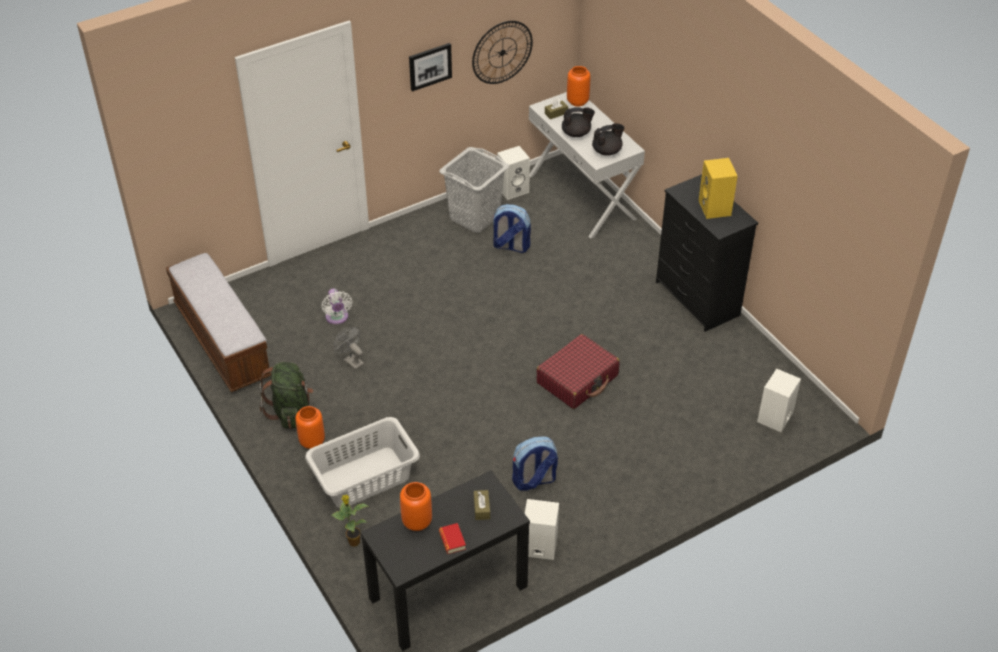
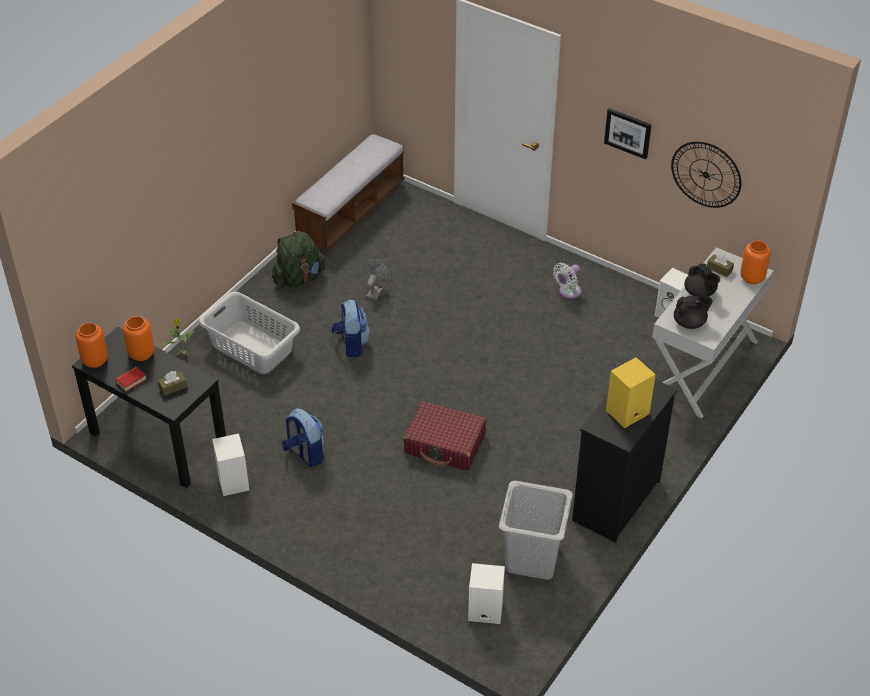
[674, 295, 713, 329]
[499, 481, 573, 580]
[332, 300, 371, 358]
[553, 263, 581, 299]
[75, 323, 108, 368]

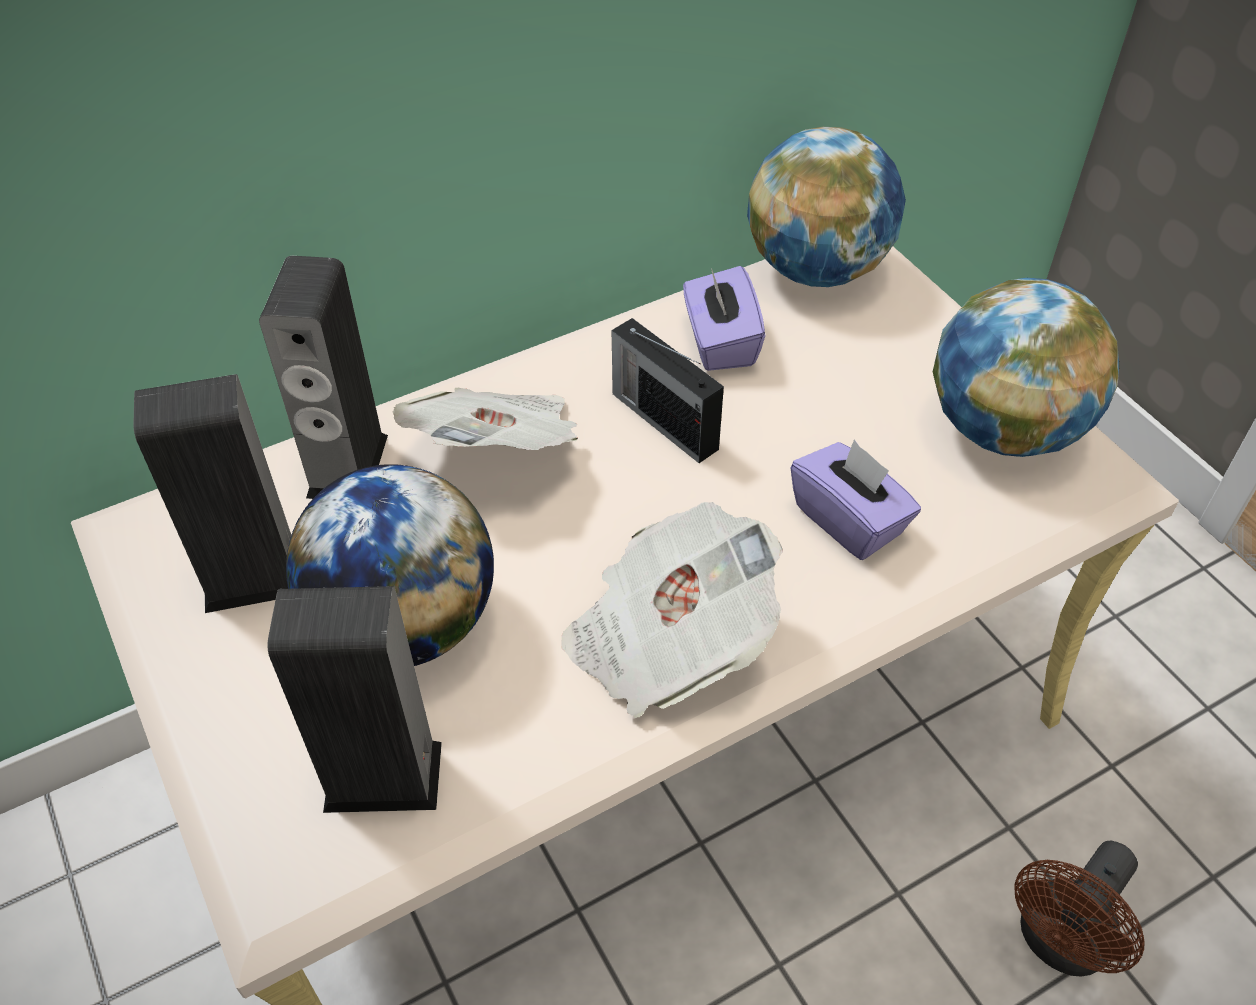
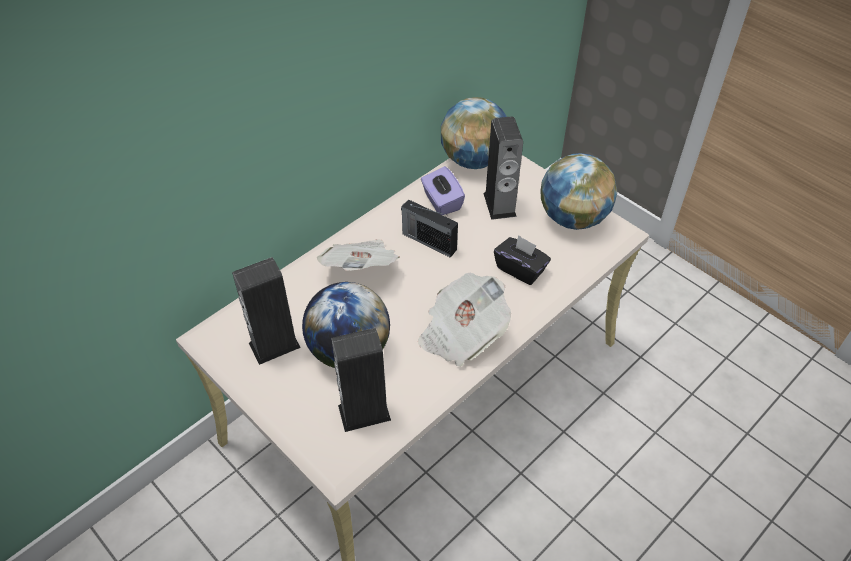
[483, 116, 523, 220]
[494, 235, 551, 285]
[1014, 841, 1145, 977] (first image)

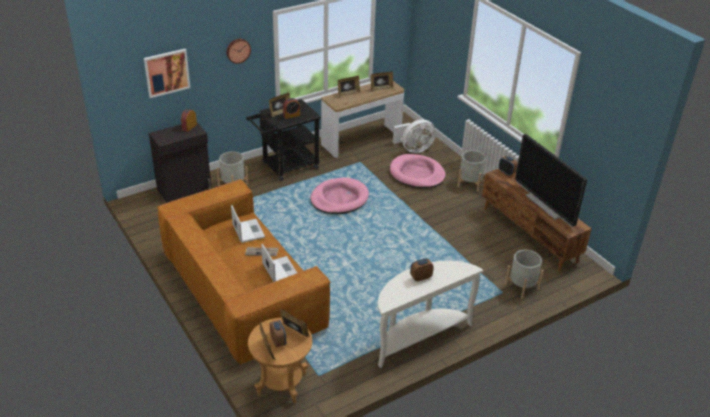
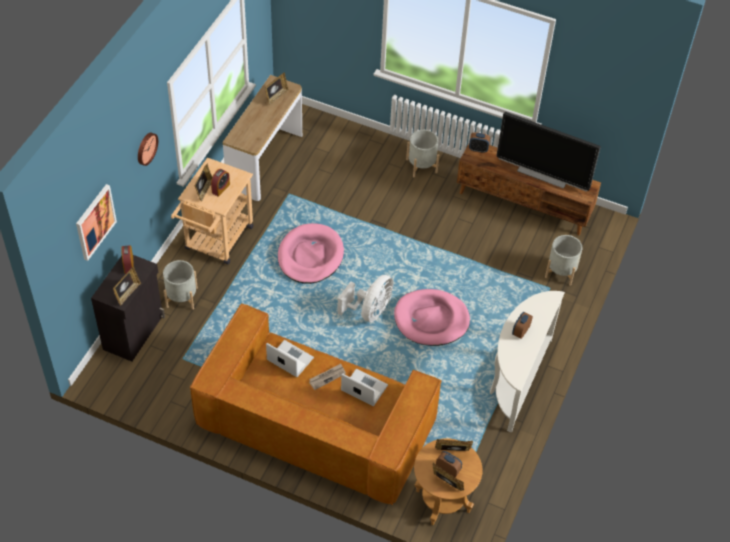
[113, 267, 141, 306]
[171, 157, 253, 265]
[337, 275, 394, 322]
[394, 289, 470, 346]

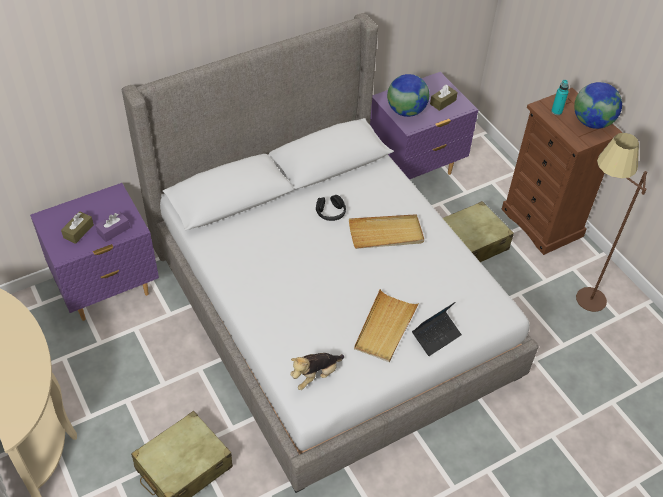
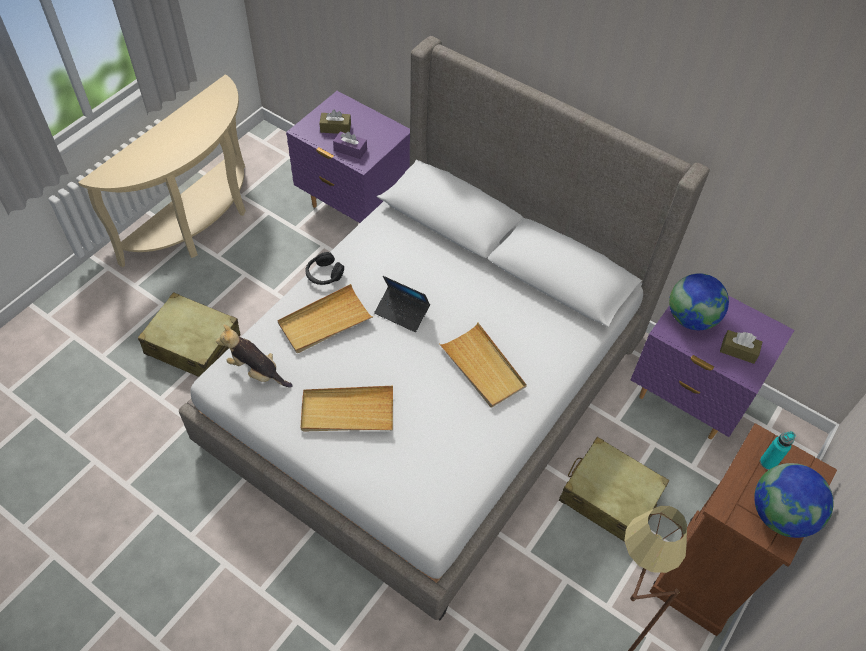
[305, 252, 344, 285]
[374, 276, 430, 332]
[277, 284, 374, 353]

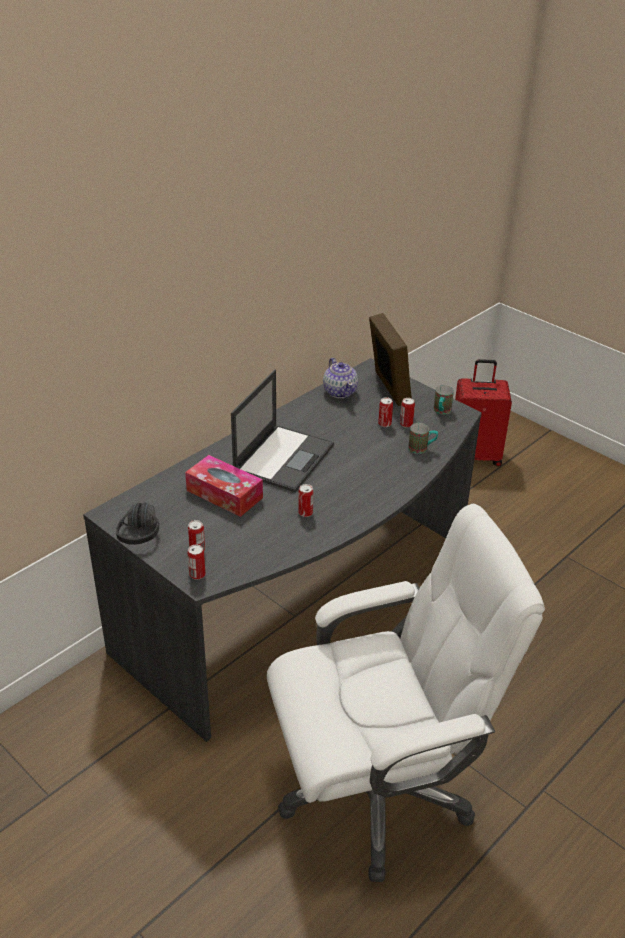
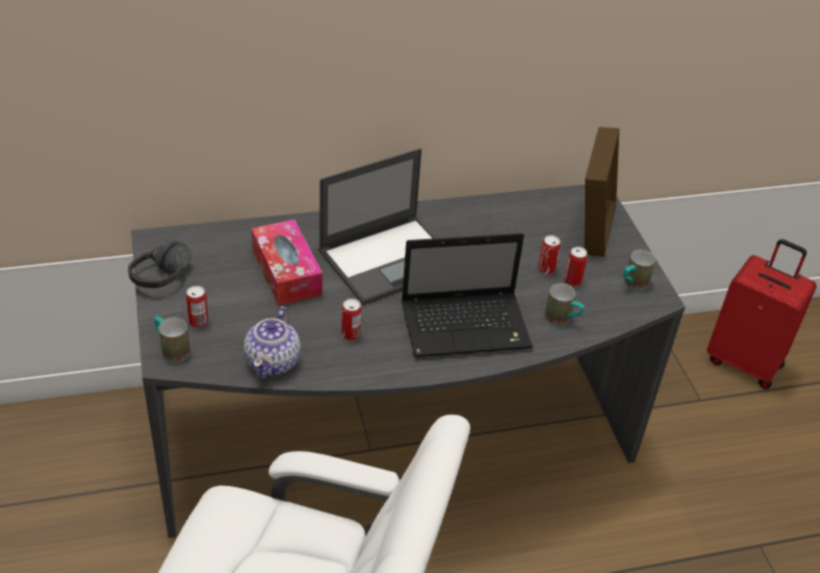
[244, 306, 301, 378]
[154, 316, 190, 362]
[401, 233, 533, 357]

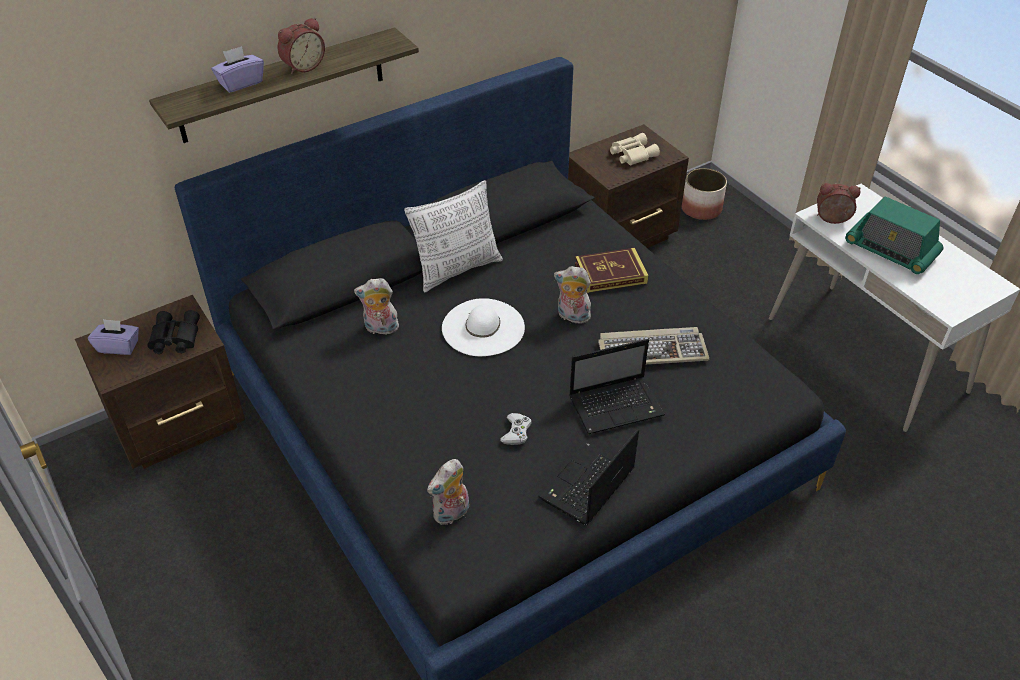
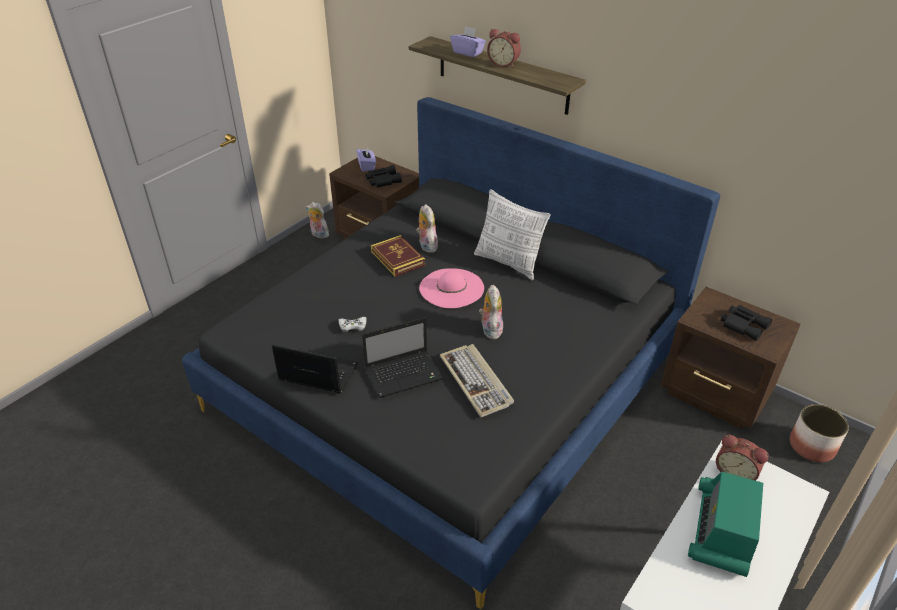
[721, 305, 772, 341]
[716, 435, 769, 481]
[371, 235, 425, 277]
[419, 268, 484, 308]
[362, 317, 443, 398]
[306, 202, 329, 238]

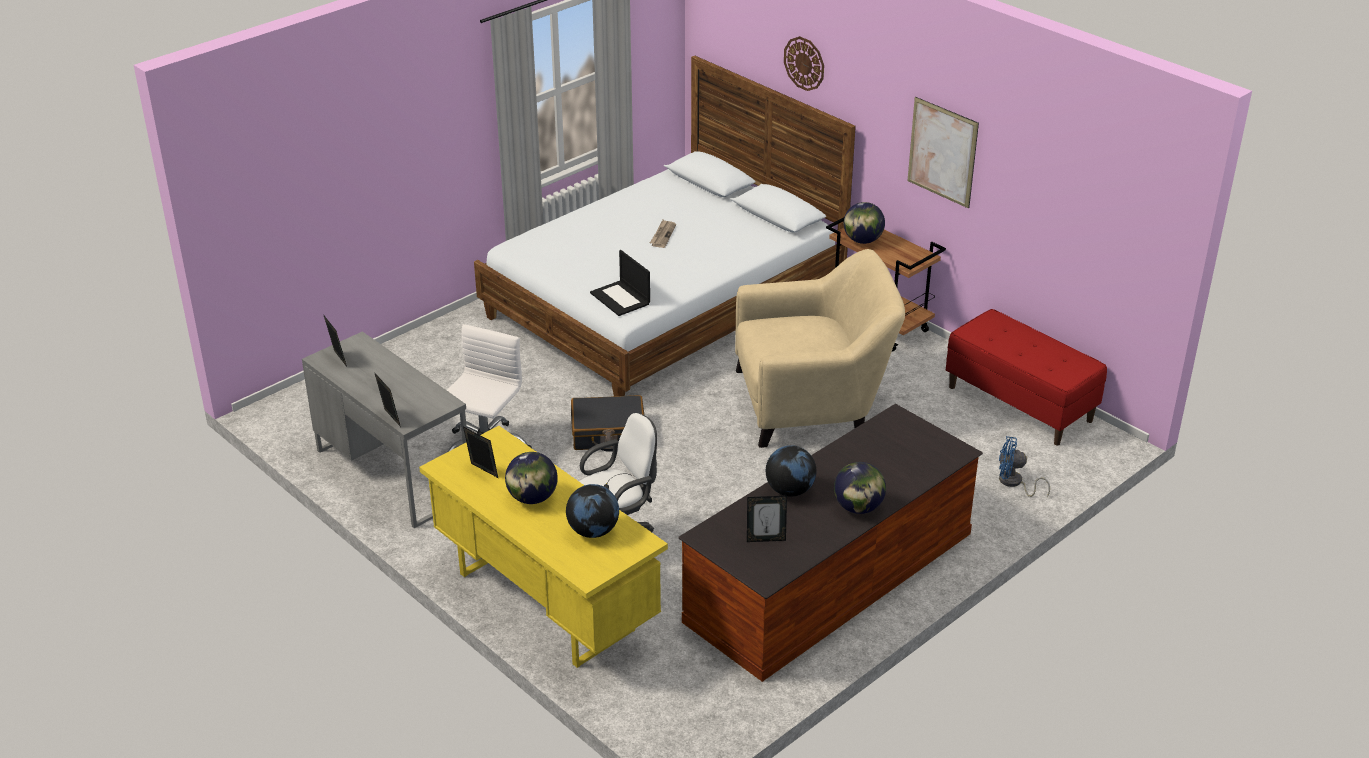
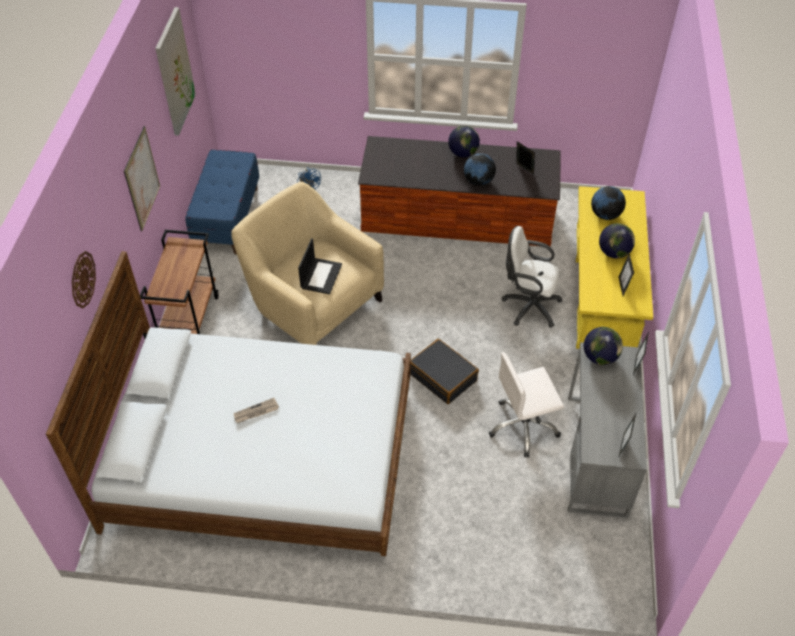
[584, 327, 623, 365]
[298, 238, 342, 294]
[185, 150, 259, 254]
[155, 7, 196, 136]

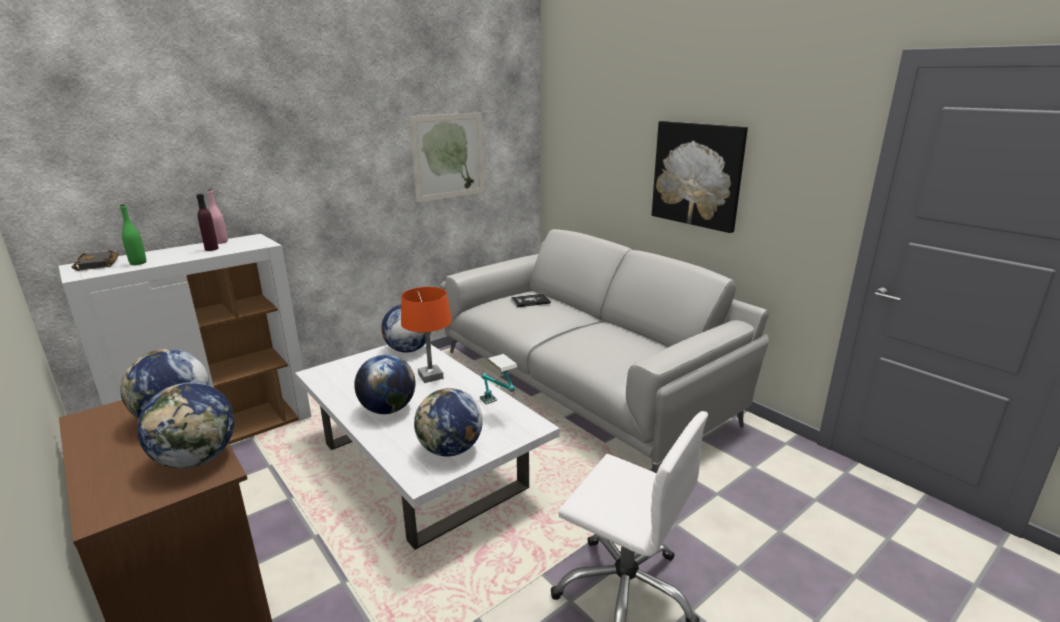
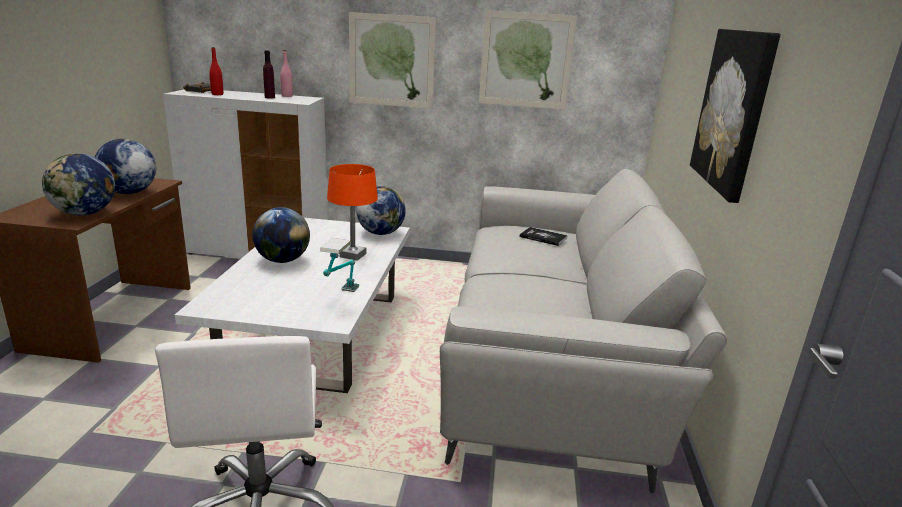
[209, 47, 223, 95]
[414, 388, 483, 457] (first image)
[349, 12, 437, 109]

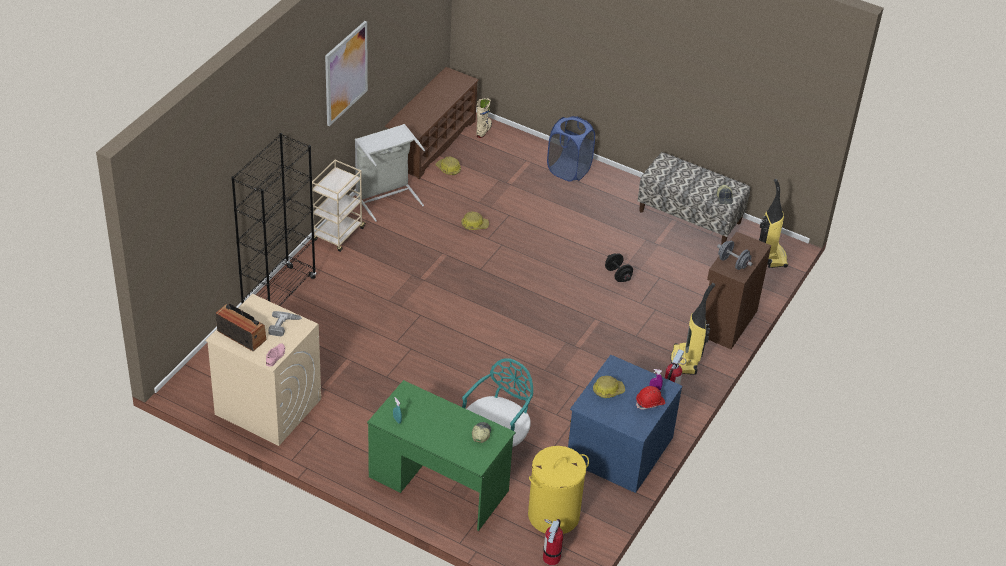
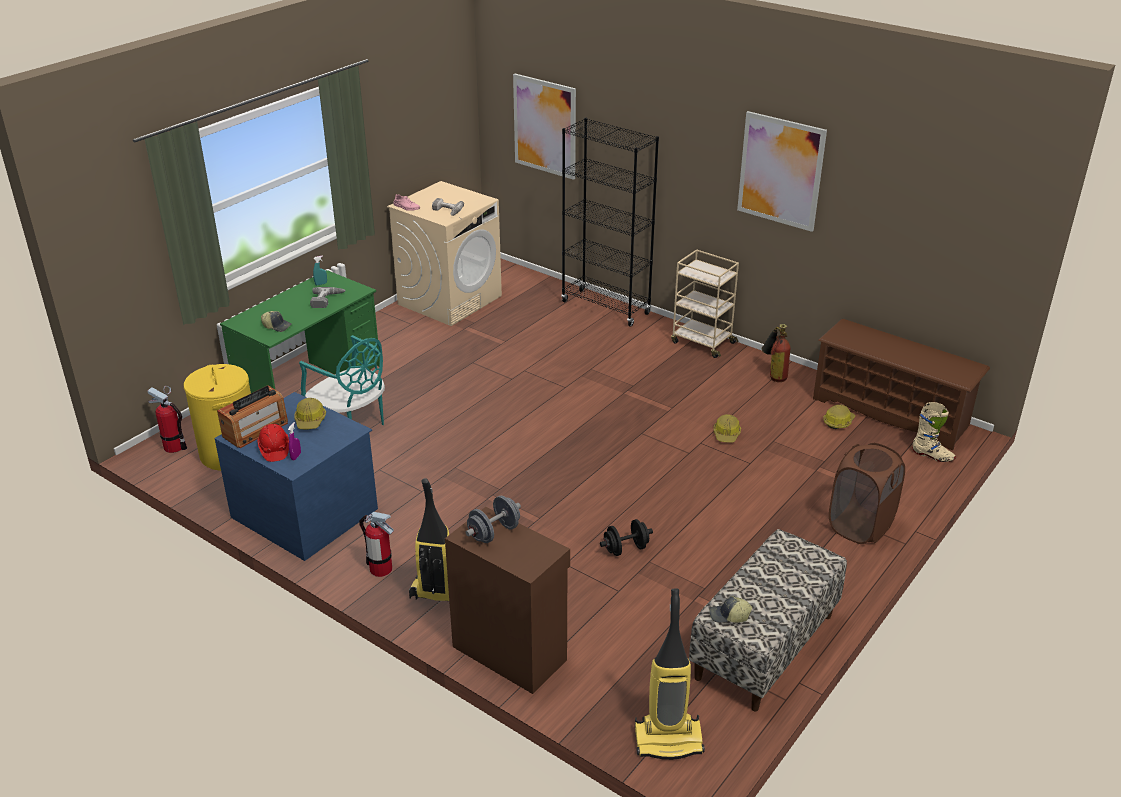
[829, 443, 905, 544]
[762, 324, 791, 382]
[217, 386, 288, 448]
[513, 74, 576, 180]
[310, 287, 345, 308]

